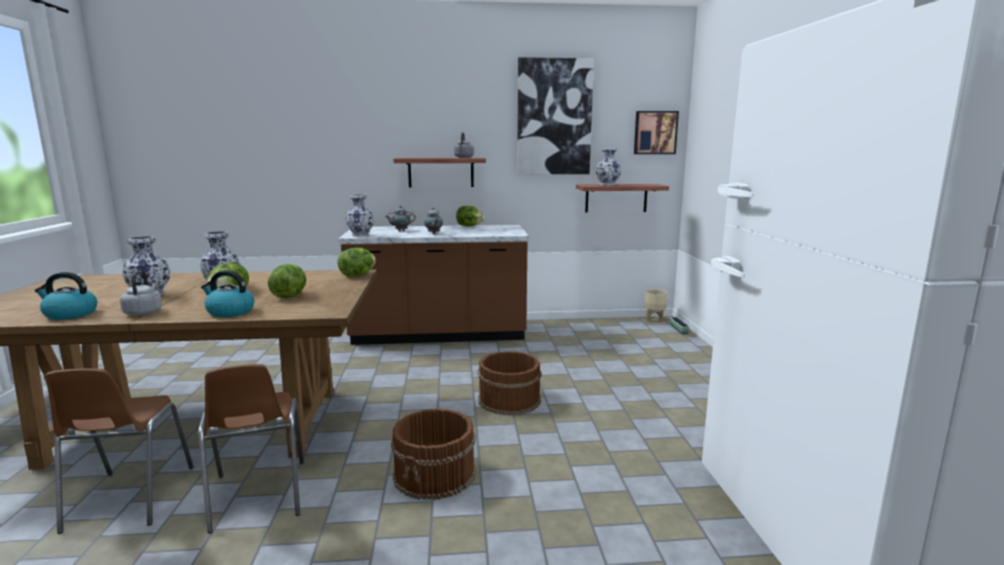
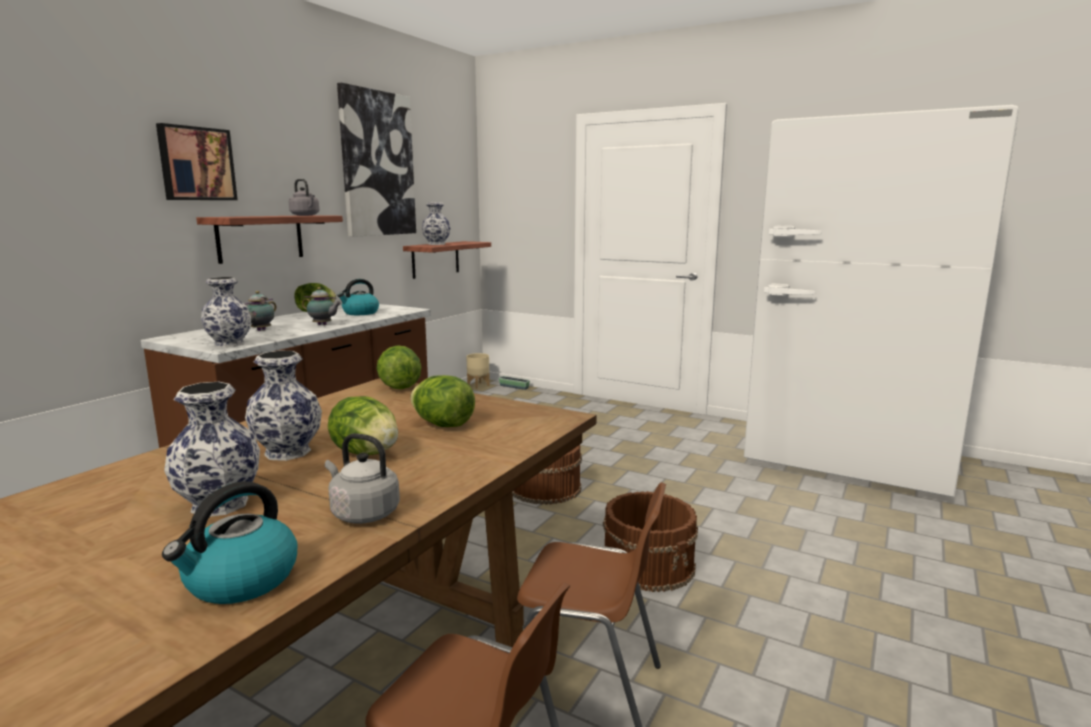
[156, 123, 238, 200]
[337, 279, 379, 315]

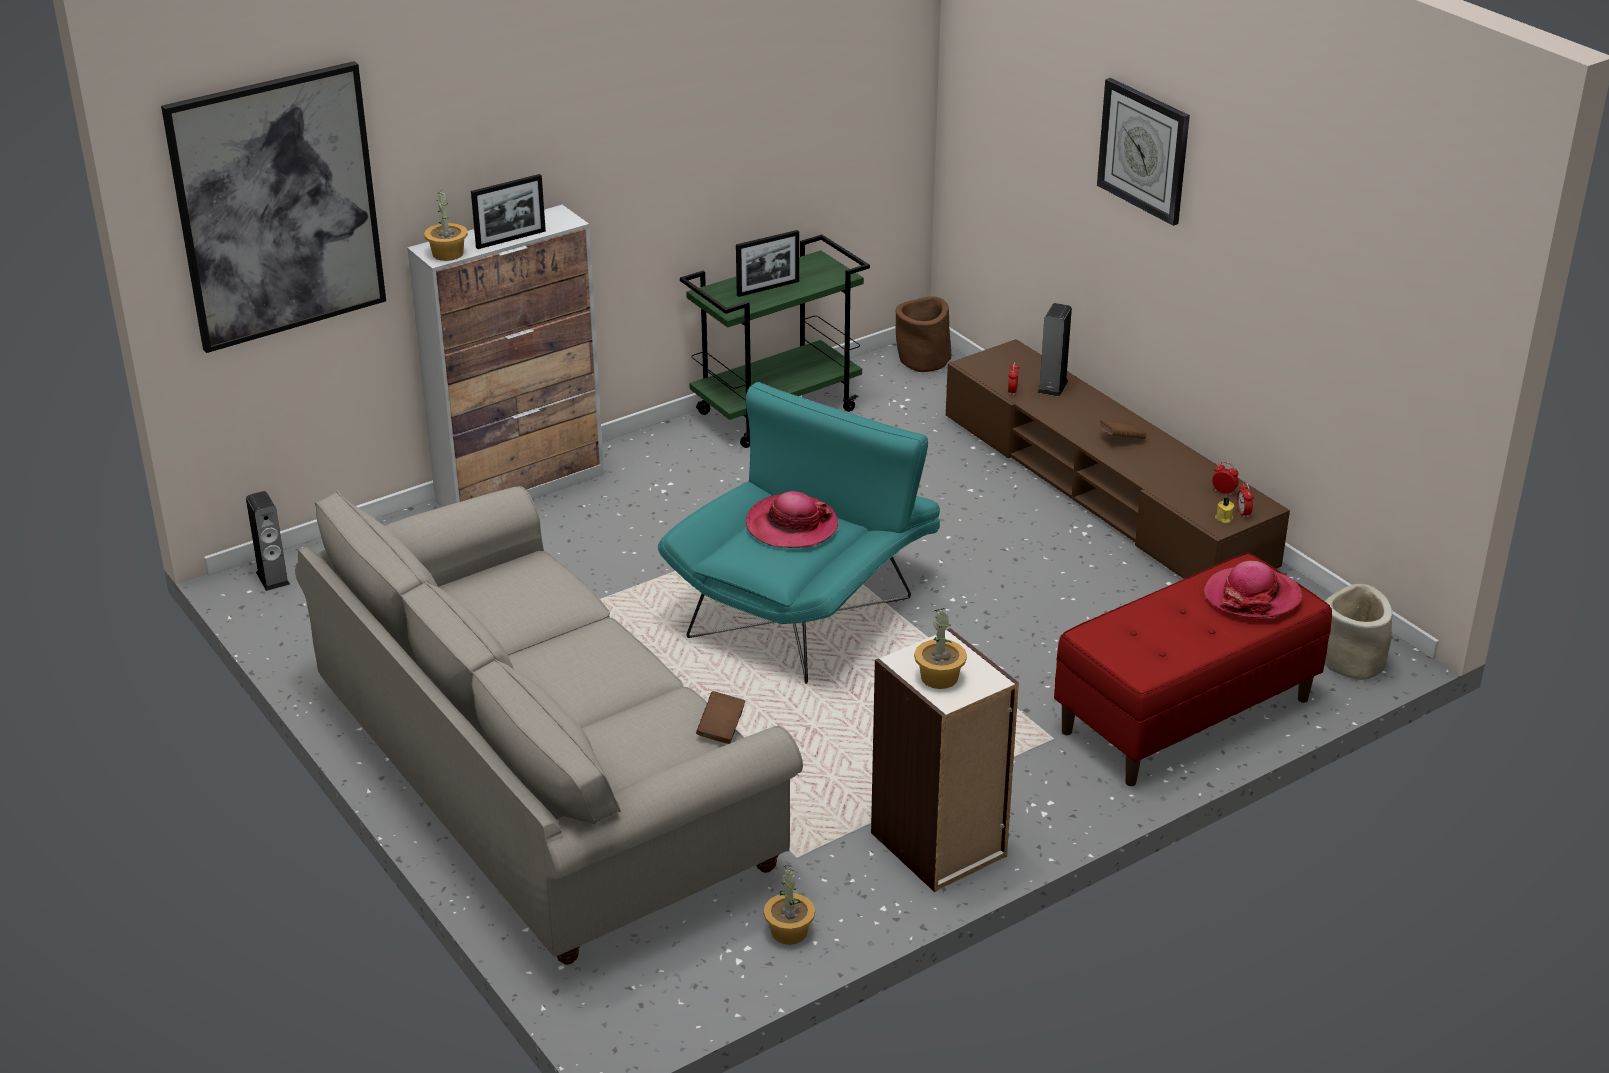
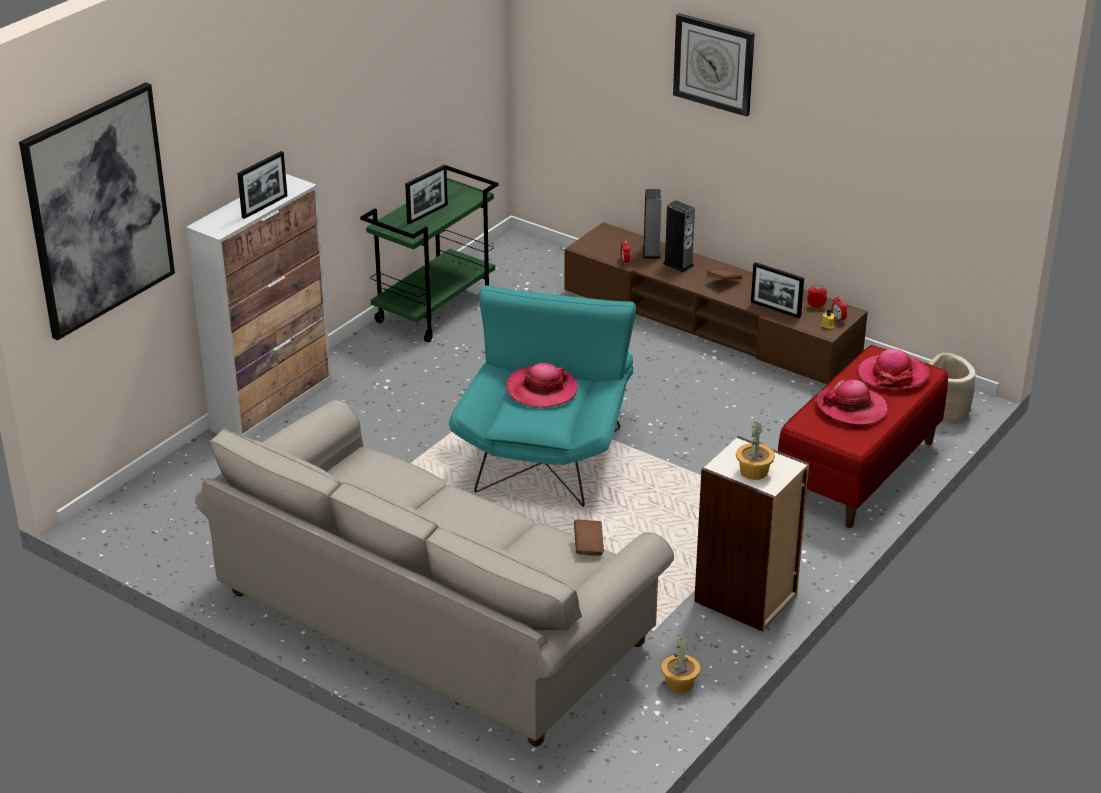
[424, 192, 468, 261] (first image)
[896, 296, 951, 372] (first image)
[663, 200, 695, 272]
[751, 262, 804, 318]
[815, 379, 888, 425]

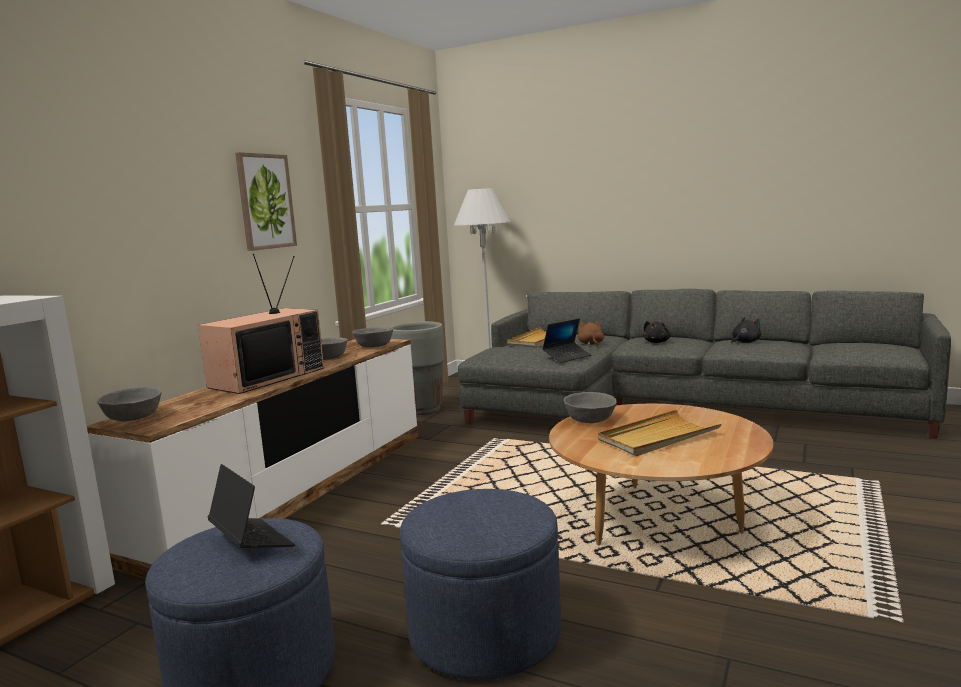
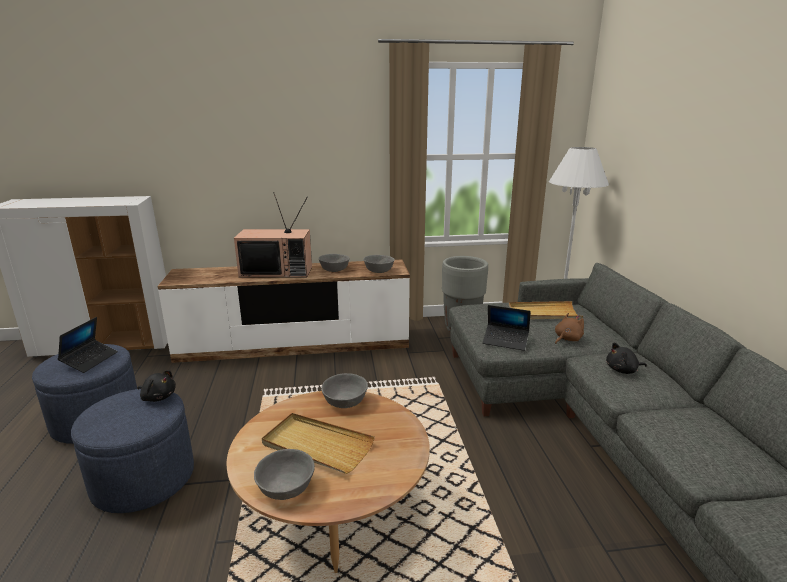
[235, 152, 297, 251] (first image)
[138, 370, 176, 402]
[254, 449, 315, 500]

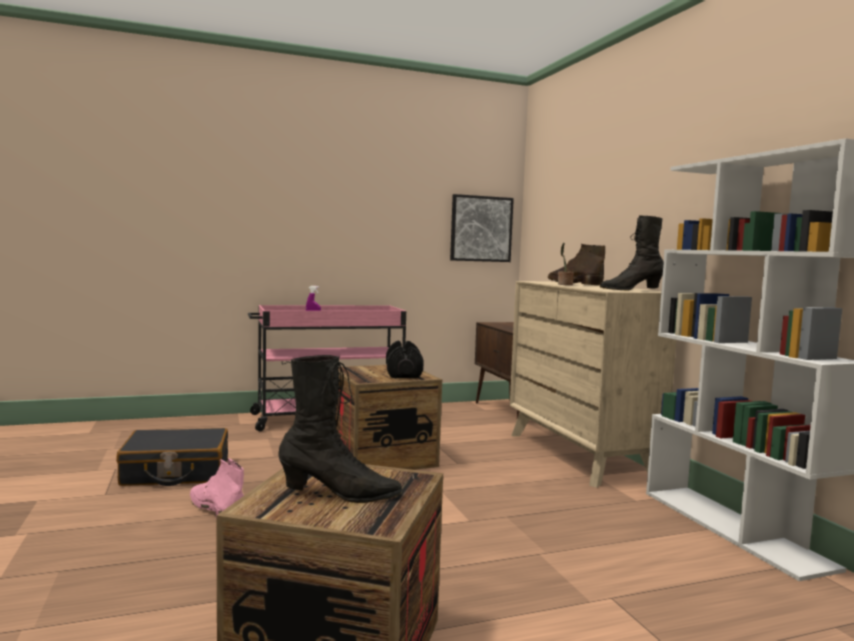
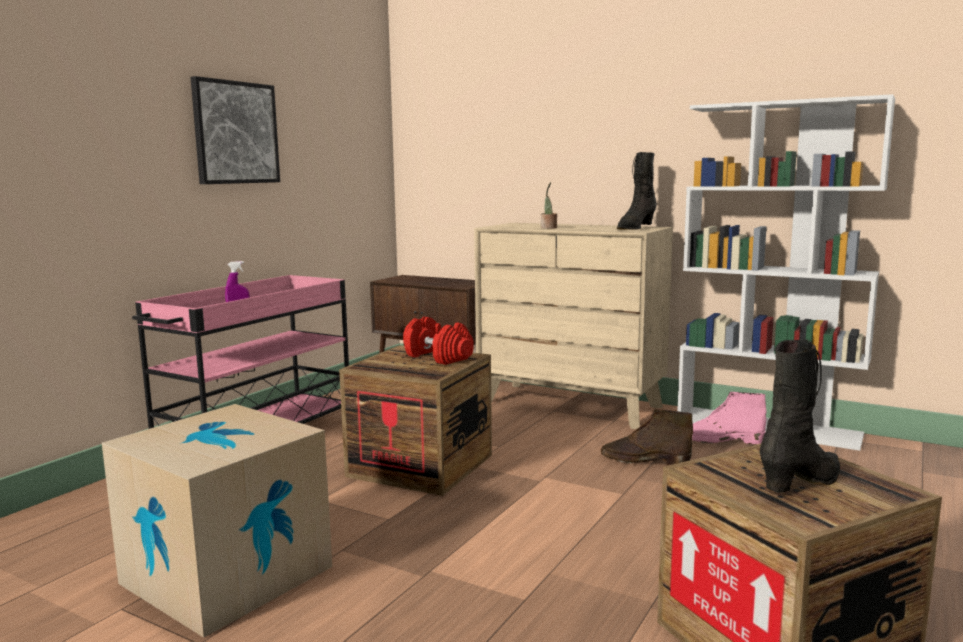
[191, 76, 280, 184]
[601, 409, 693, 466]
[403, 316, 474, 365]
[102, 404, 332, 638]
[692, 392, 767, 444]

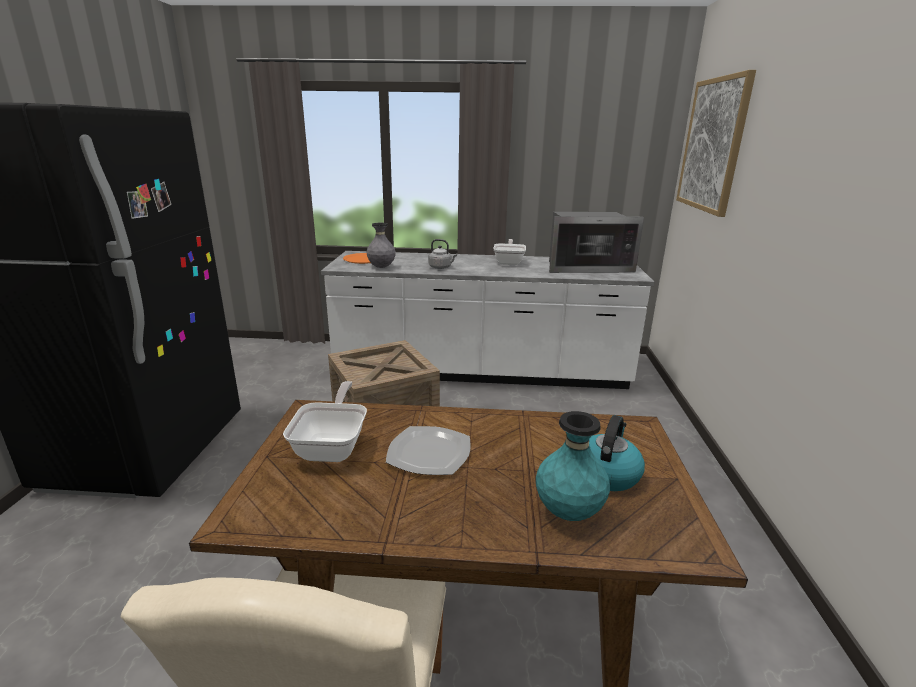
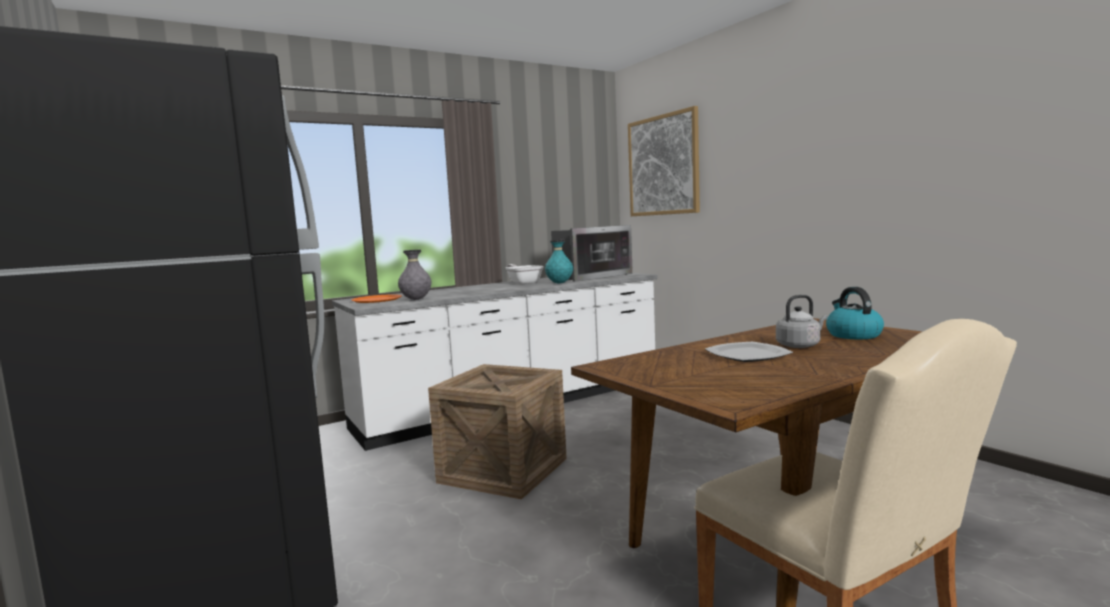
[776, 295, 828, 348]
[283, 381, 367, 462] (first image)
[545, 240, 573, 283]

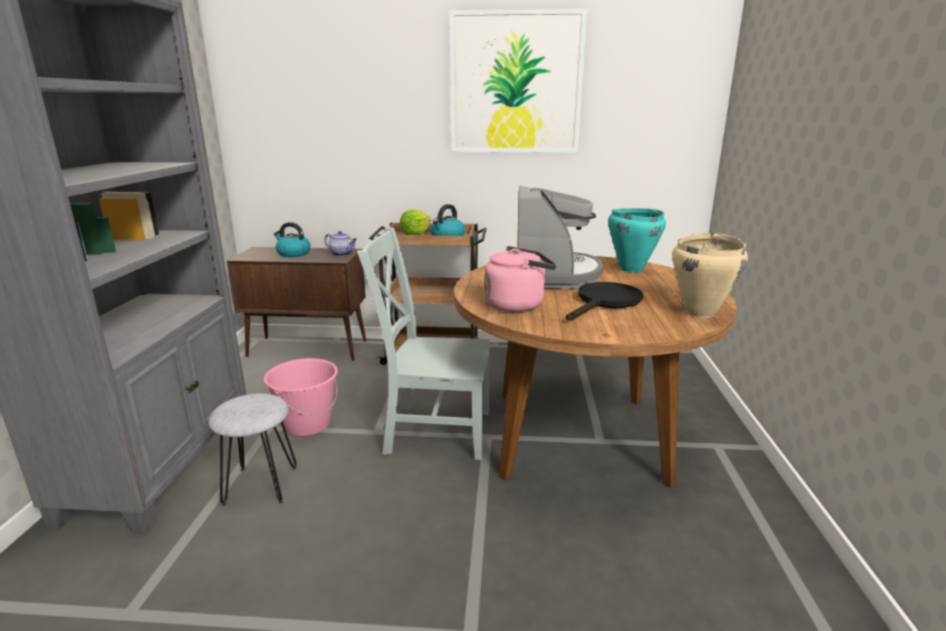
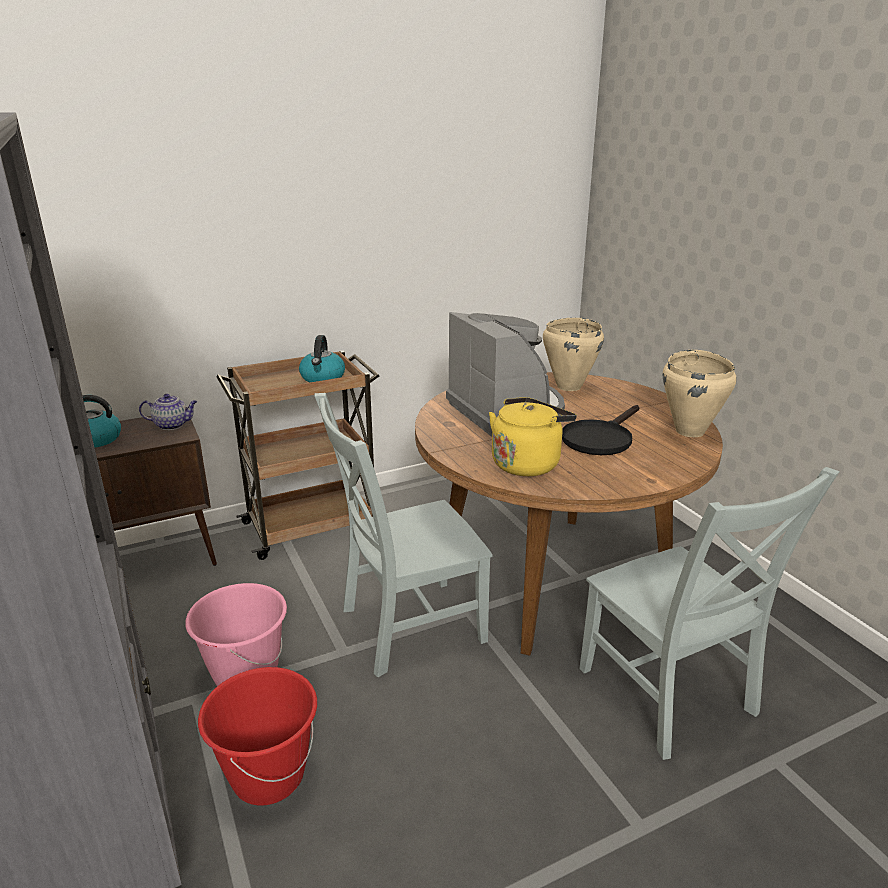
[449, 9, 587, 153] (first image)
[543, 318, 604, 391]
[400, 209, 431, 235] (first image)
[489, 397, 577, 476]
[562, 405, 639, 455]
[198, 667, 317, 806]
[579, 467, 840, 760]

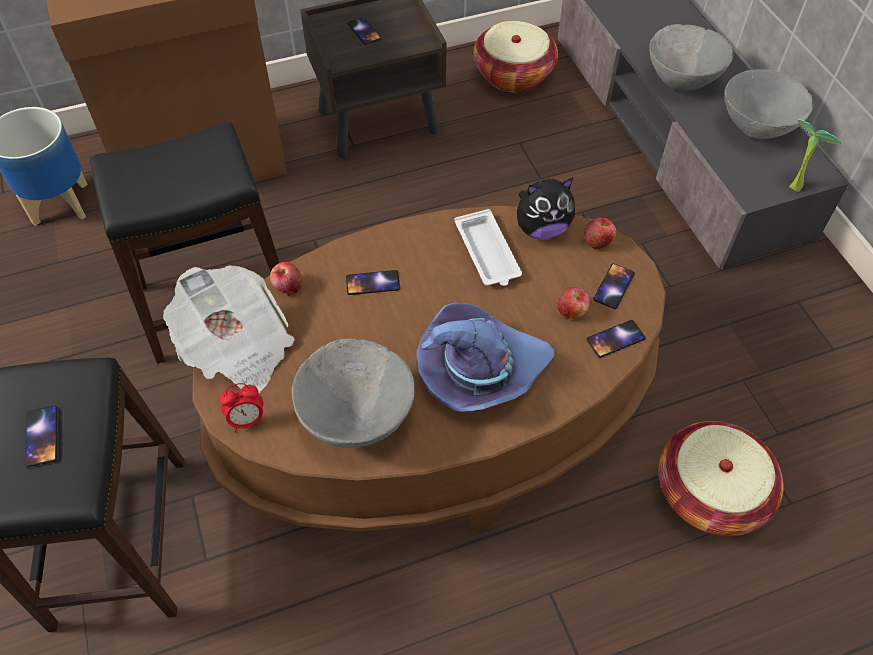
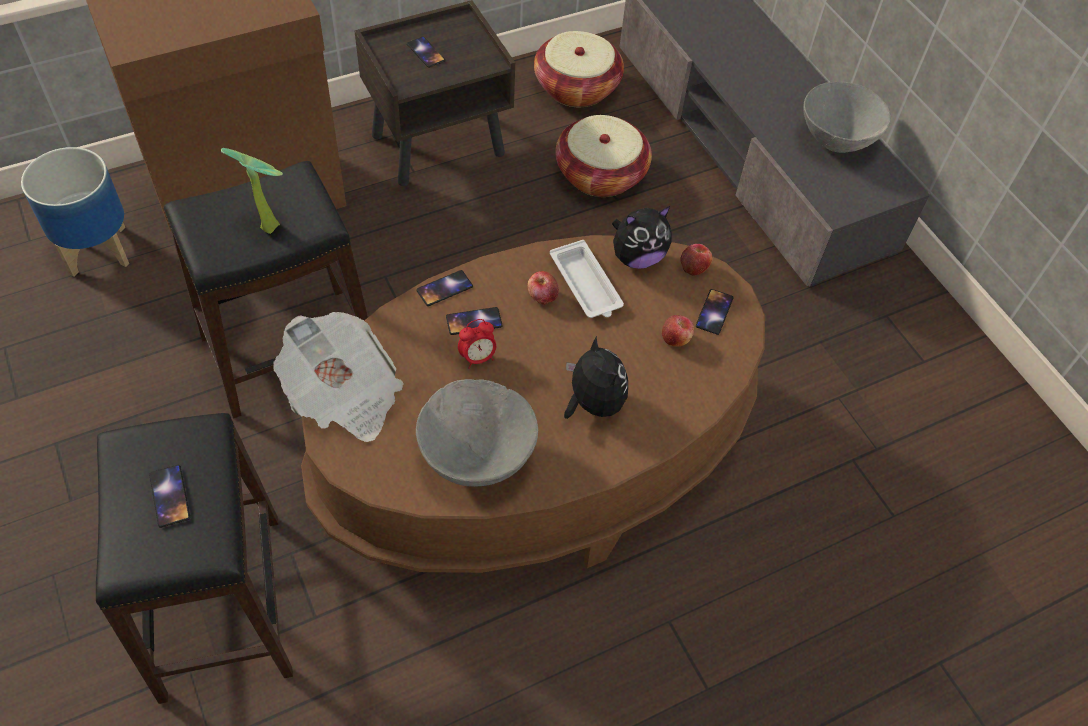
[649, 24, 733, 91] (first image)
[221, 148, 283, 234]
[527, 271, 559, 305]
[564, 335, 628, 419]
[416, 270, 473, 306]
[458, 319, 496, 369]
[555, 115, 652, 197]

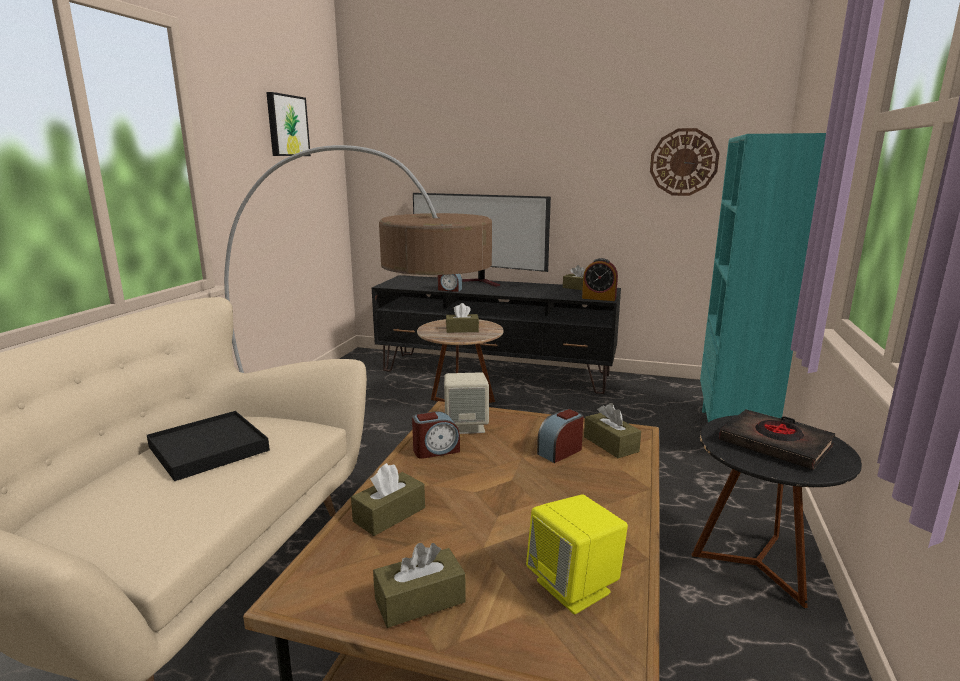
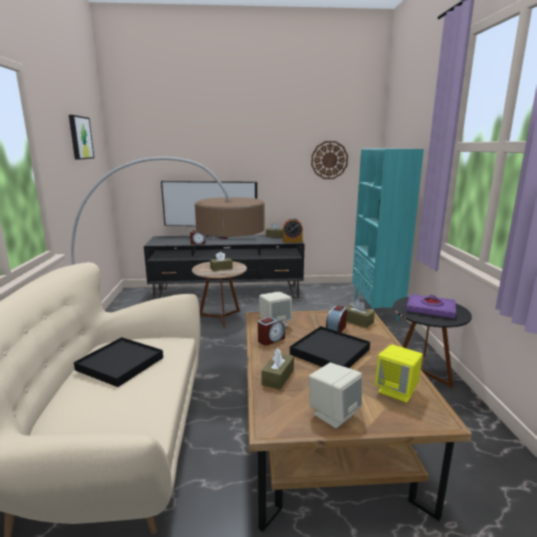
[406, 294, 456, 318]
[309, 363, 362, 428]
[290, 326, 370, 368]

